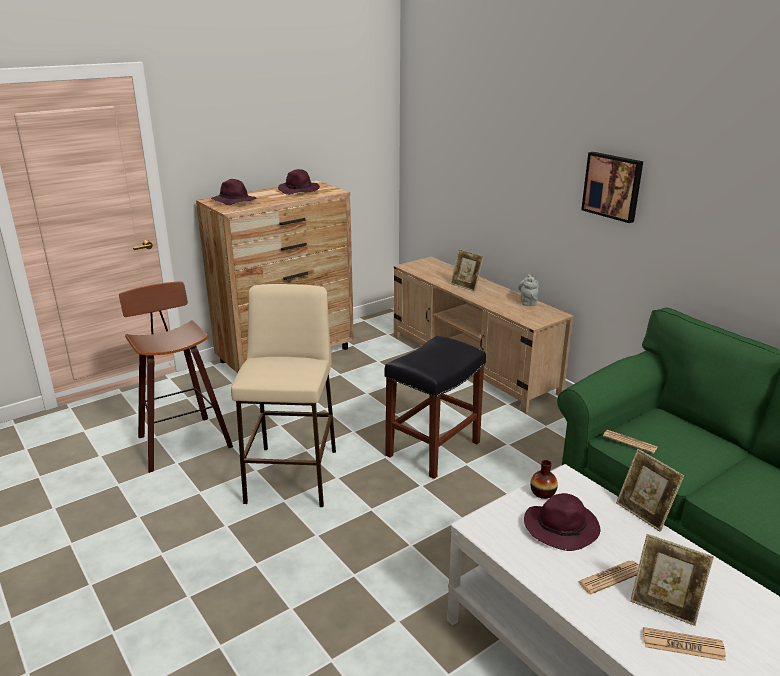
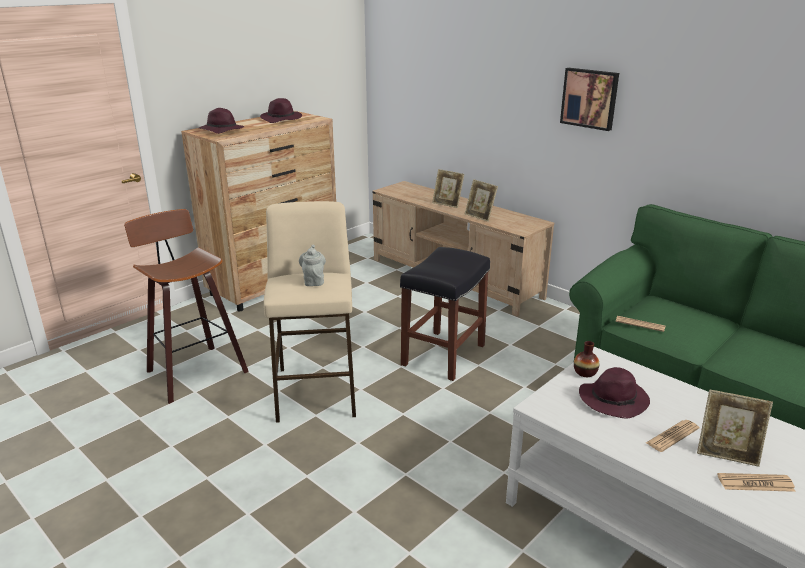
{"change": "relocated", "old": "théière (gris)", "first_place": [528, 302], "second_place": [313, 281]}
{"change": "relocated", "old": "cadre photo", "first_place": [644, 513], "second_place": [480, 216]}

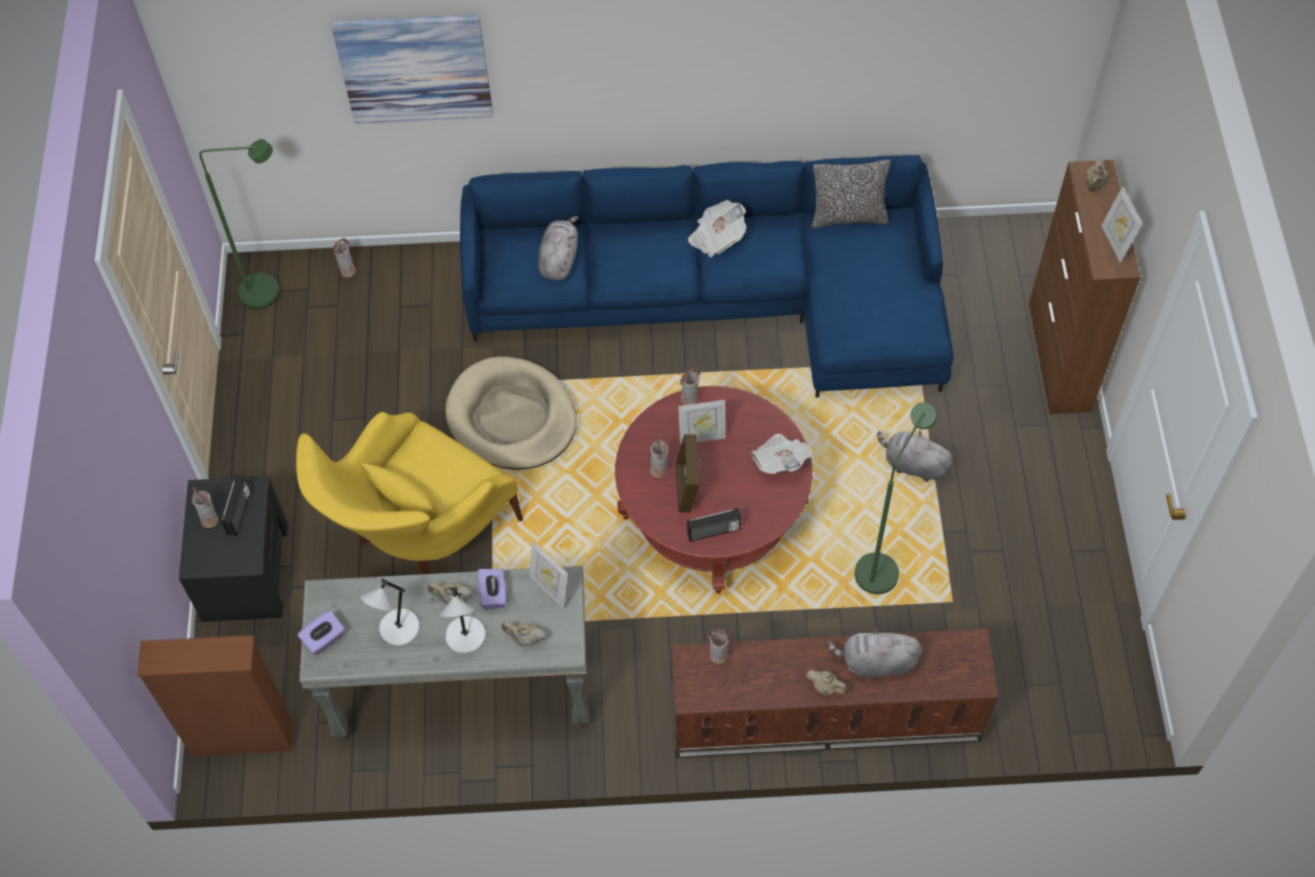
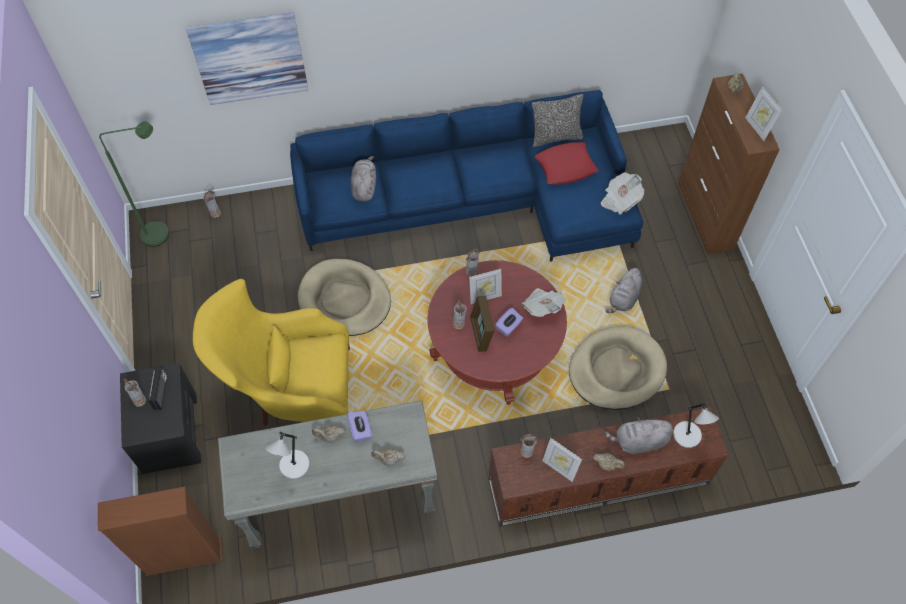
{"change": "spun", "old": "fauteuil (jaune)", "first_place": [419, 540], "second_place": [292, 394], "degrees": 60}
{"change": "relocated", "old": "boîte à mouchoirs (violet)", "first_place": [324, 639], "second_place": [508, 327]}
{"change": "appeared", "new": "coussin (rouge)", "second_place": [566, 167]}
{"change": "relocated", "old": "cadre photo", "first_place": [550, 589], "second_place": [559, 468]}
{"change": "exchanged", "old": "lampadaire (vert)", "new": "panier pour chien (beige)", "first_place": [881, 565], "second_place": [616, 370]}
{"change": "relocated", "old": "journal", "first_place": [717, 237], "second_place": [620, 200]}
{"change": "spun", "old": "peluche (gris)", "first_place": [913, 465], "second_place": [624, 299], "degrees": -75}
{"change": "relocated", "old": "lampe de table (gris)", "first_place": [466, 638], "second_place": [688, 436]}
{"change": "missing", "old": "radio", "first_place": [714, 532]}

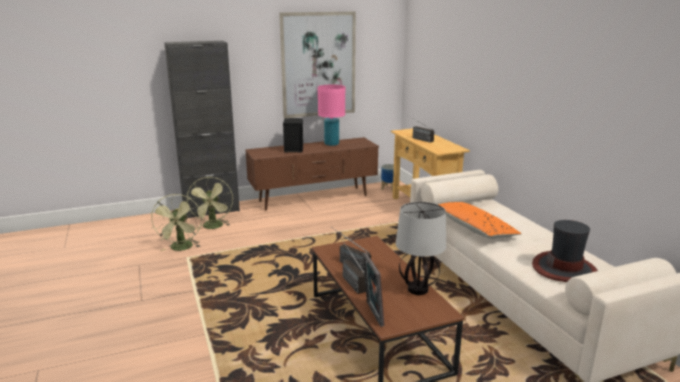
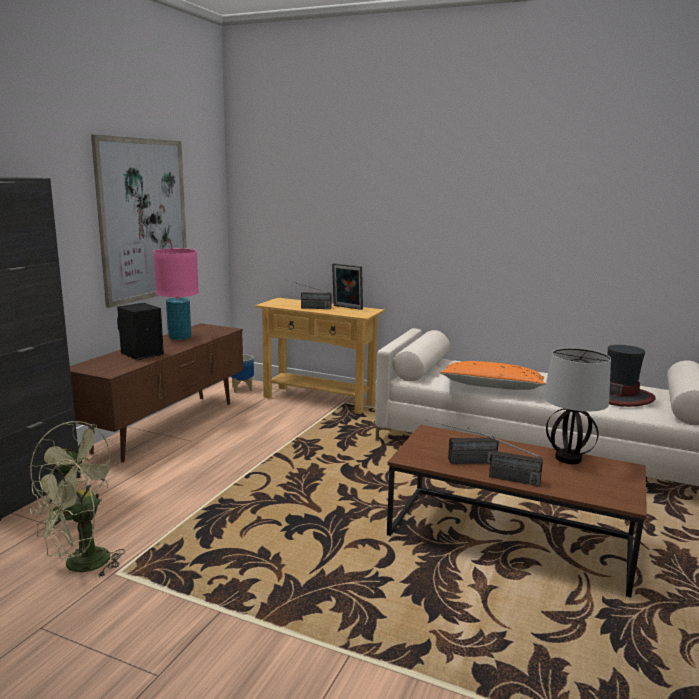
{"change": "spun", "old": "ventilateur (vert)", "first_place": [181, 248], "second_place": [79, 566], "degrees": 90}
{"change": "relocated", "old": "cadre photo", "first_place": [372, 314], "second_place": [347, 307]}

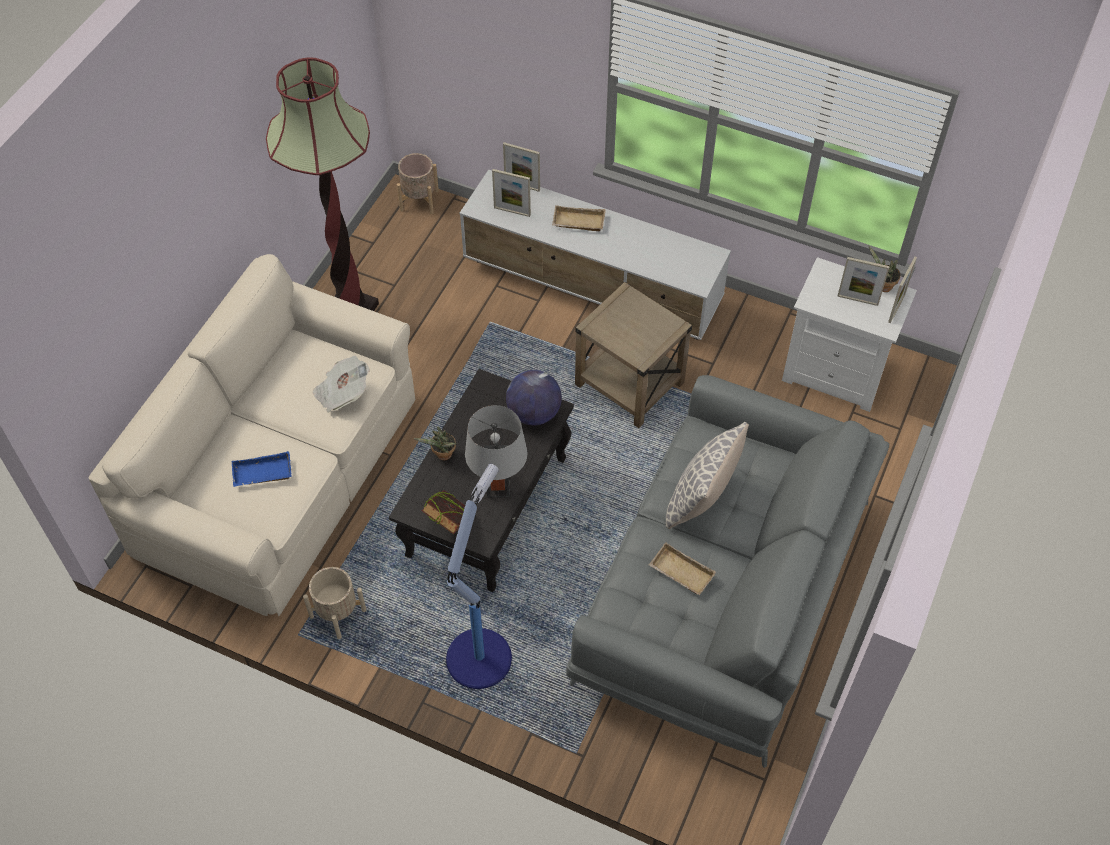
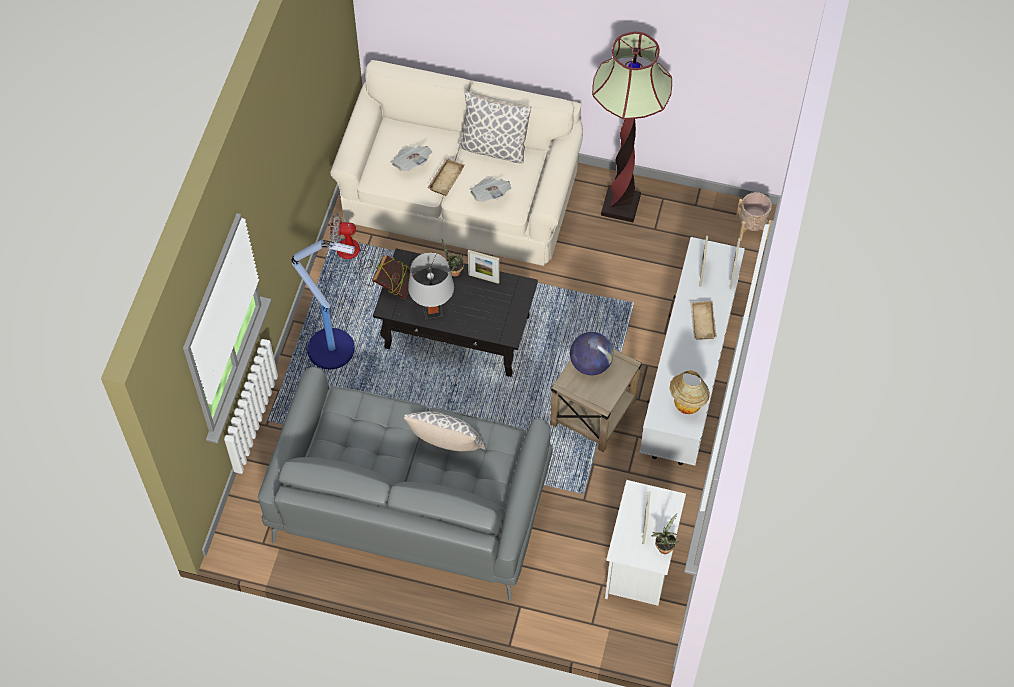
{"change": "exchanged", "old": "cache-pot (beige)", "new": "ventilateur", "first_place": [337, 613], "second_place": [353, 256]}
{"change": "exchanged", "old": "plateau (bleu)", "new": "journal", "first_place": [262, 474], "second_place": [411, 163]}
{"change": "relocated", "old": "plateau (beige)", "first_place": [680, 573], "second_place": [445, 178]}
{"change": "appeared", "new": "coussin", "second_place": [494, 147]}
{"change": "relocated", "old": "cadre photo", "first_place": [896, 308], "second_place": [484, 278]}
{"change": "relocated", "old": "globe", "first_place": [534, 413], "second_place": [590, 364]}
{"change": "appeared", "new": "lampe de table", "second_place": [686, 405]}

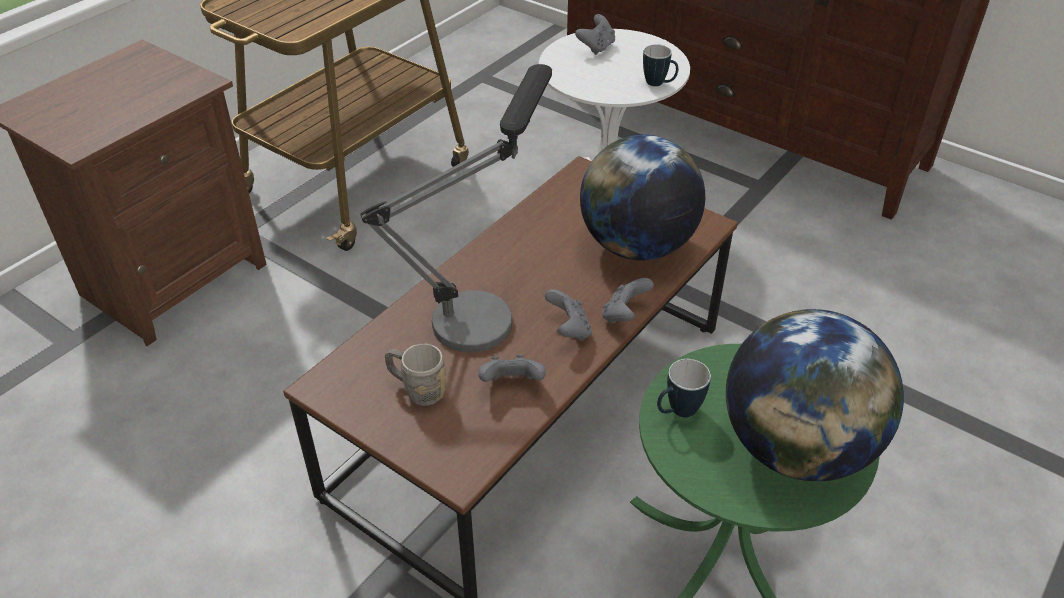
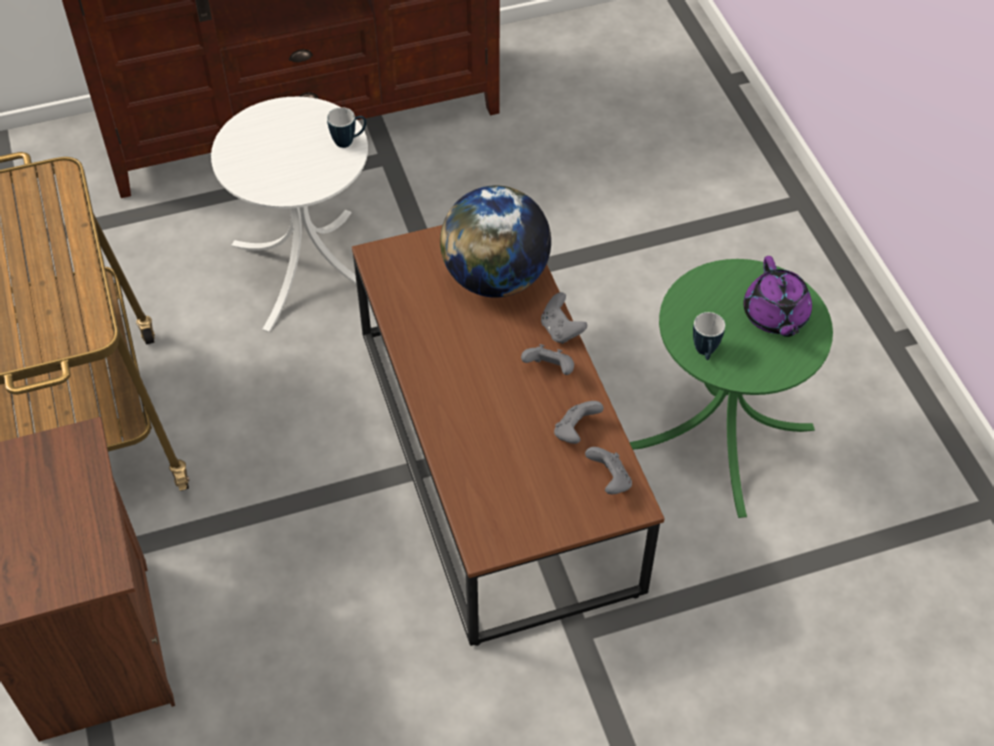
{"change": "relocated", "old": "manette (gris)", "first_place": [596, 48], "second_place": [609, 481]}
{"change": "exchanged", "old": "globe", "new": "théière (violet)", "first_place": [796, 448], "second_place": [775, 316]}
{"change": "missing", "old": "lampe de table", "first_place": [484, 308]}
{"change": "missing", "old": "mug (gris)", "first_place": [417, 390]}

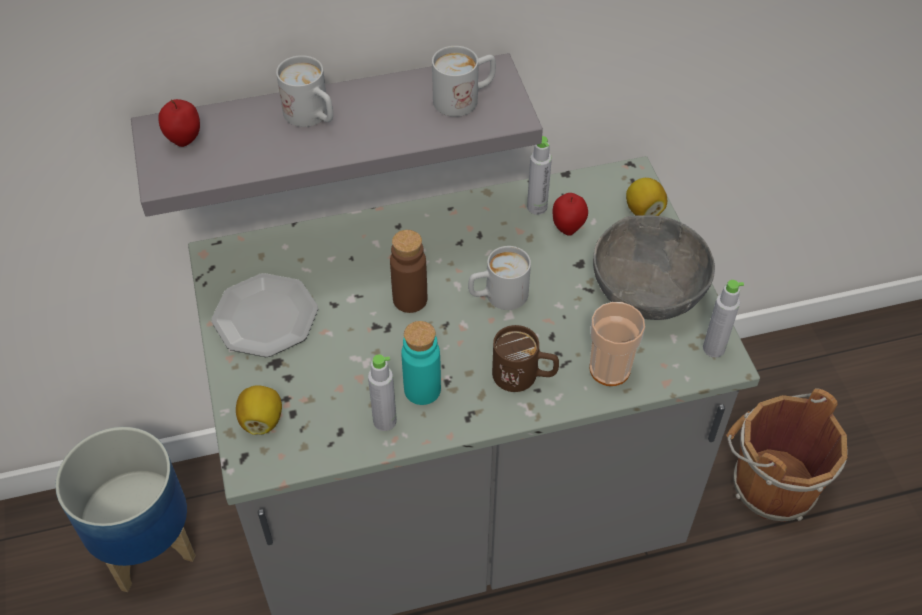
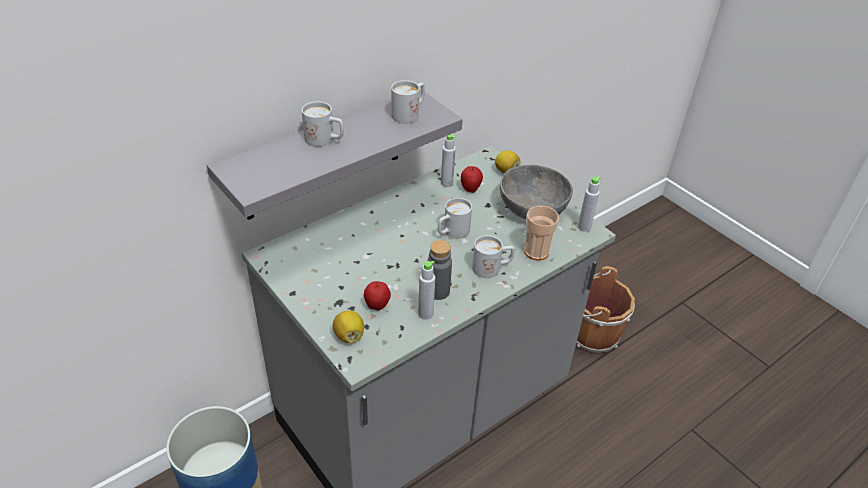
{"change": "relocated", "old": "pomme", "first_place": [184, 141], "second_place": [377, 306]}
{"change": "colour", "old": "bouteille (turquoise)", "new": "bouteille (gris)", "first_place": [422, 389], "second_place": [438, 291]}
{"change": "colour", "old": "mug (marron)", "new": "mug (blanc)", "first_place": [524, 376], "second_place": [492, 268]}
{"change": "missing", "old": "assiette", "first_place": [266, 318]}
{"change": "missing", "old": "bouteille (marron)", "first_place": [410, 299]}

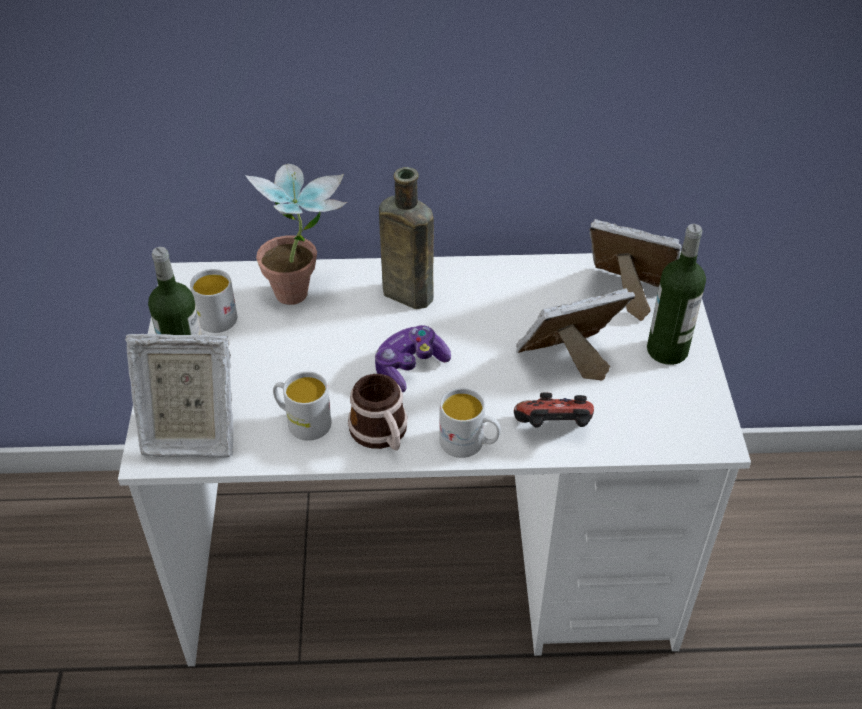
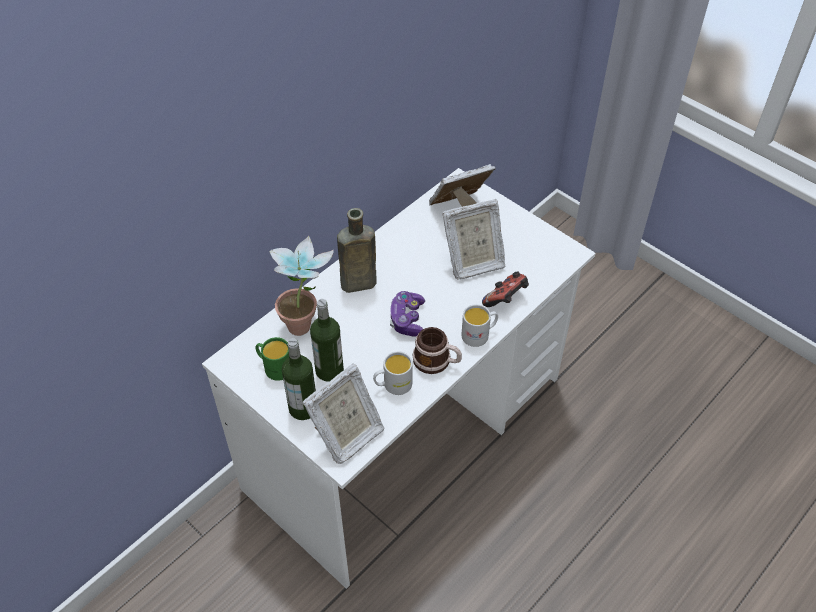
{"change": "colour", "old": "mug (blanc)", "new": "mug (vert)", "first_place": [216, 314], "second_place": [274, 367]}
{"change": "relocated", "old": "bouteille", "first_place": [667, 350], "second_place": [329, 370]}
{"change": "spun", "old": "cadre photo", "first_place": [567, 361], "second_place": [472, 262], "degrees": -135}

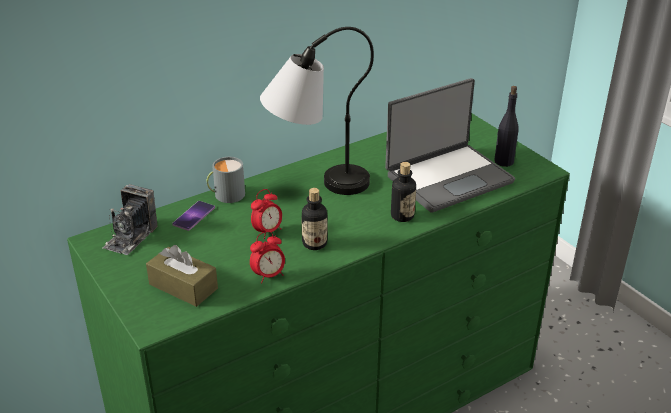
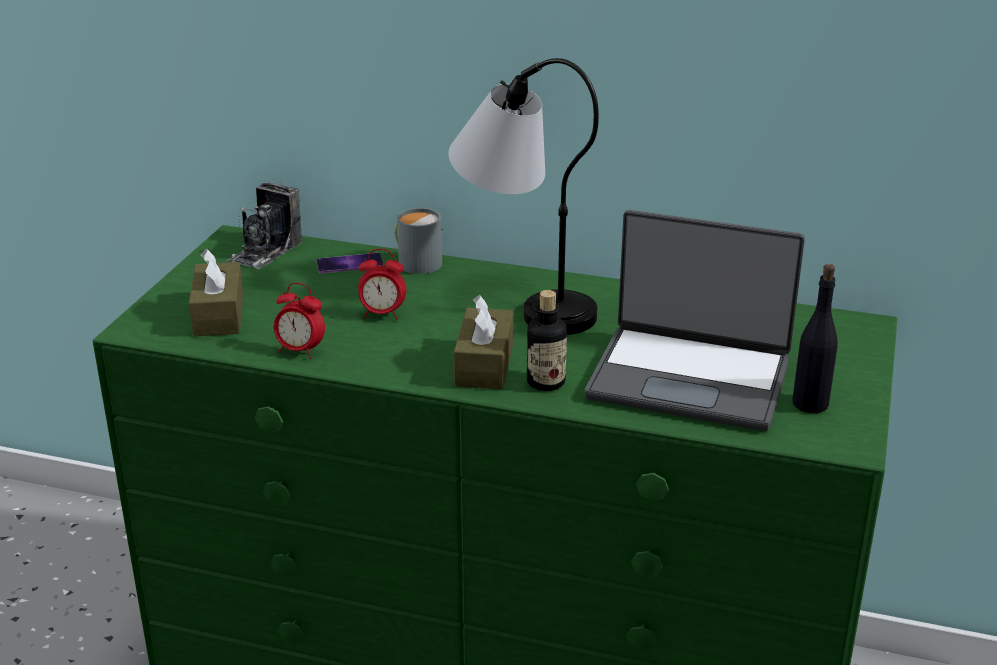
{"change": "spun", "old": "appareil photo", "first_place": [131, 237], "second_place": [266, 251], "degrees": -45}
{"change": "appeared", "new": "boîte à mouchoirs (marron)", "second_place": [484, 364]}
{"change": "missing", "old": "bouteille", "first_place": [314, 243]}

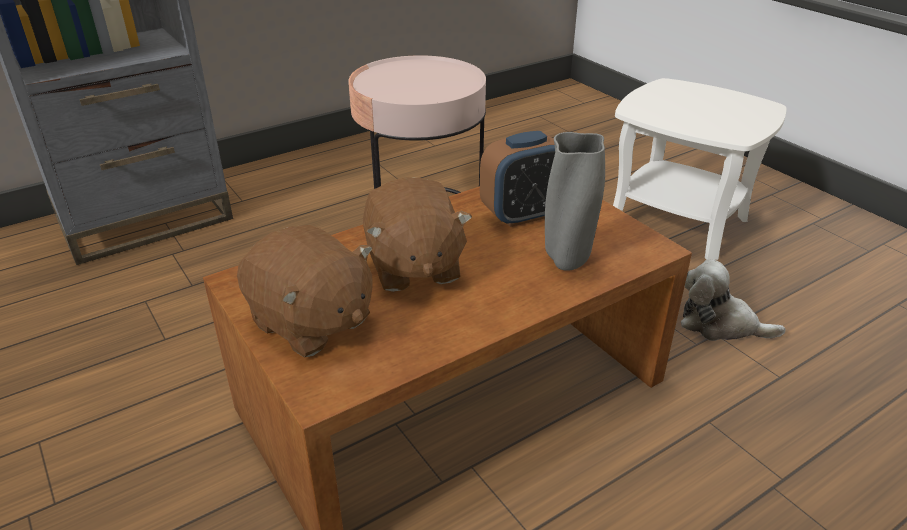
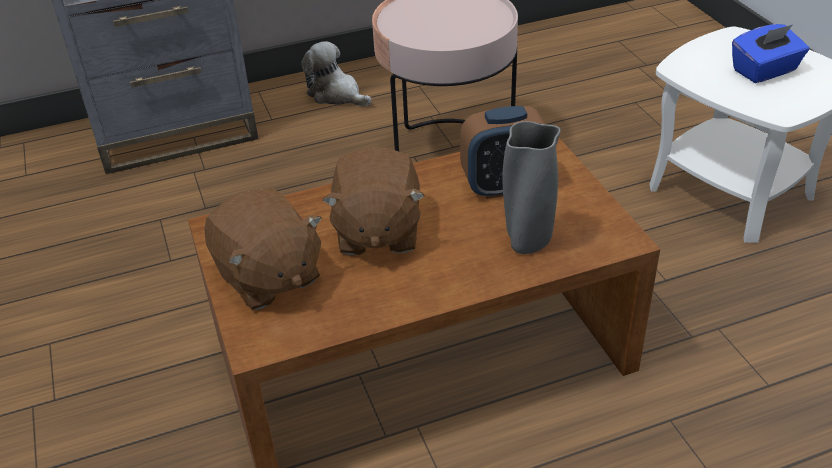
{"change": "relocated", "old": "peluche", "first_place": [719, 324], "second_place": [336, 95]}
{"change": "appeared", "new": "boîte à mouchoirs (bleu)", "second_place": [765, 71]}

